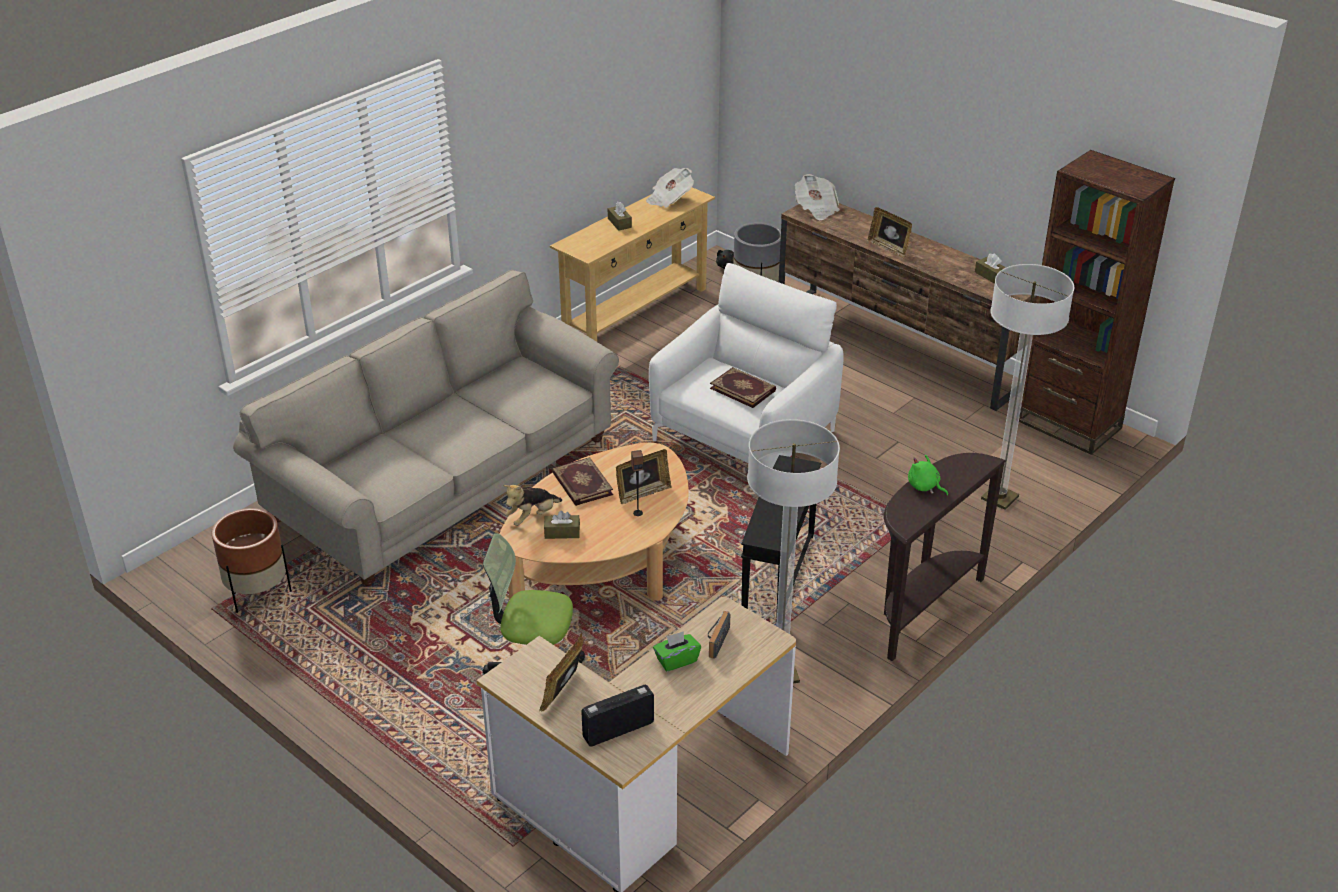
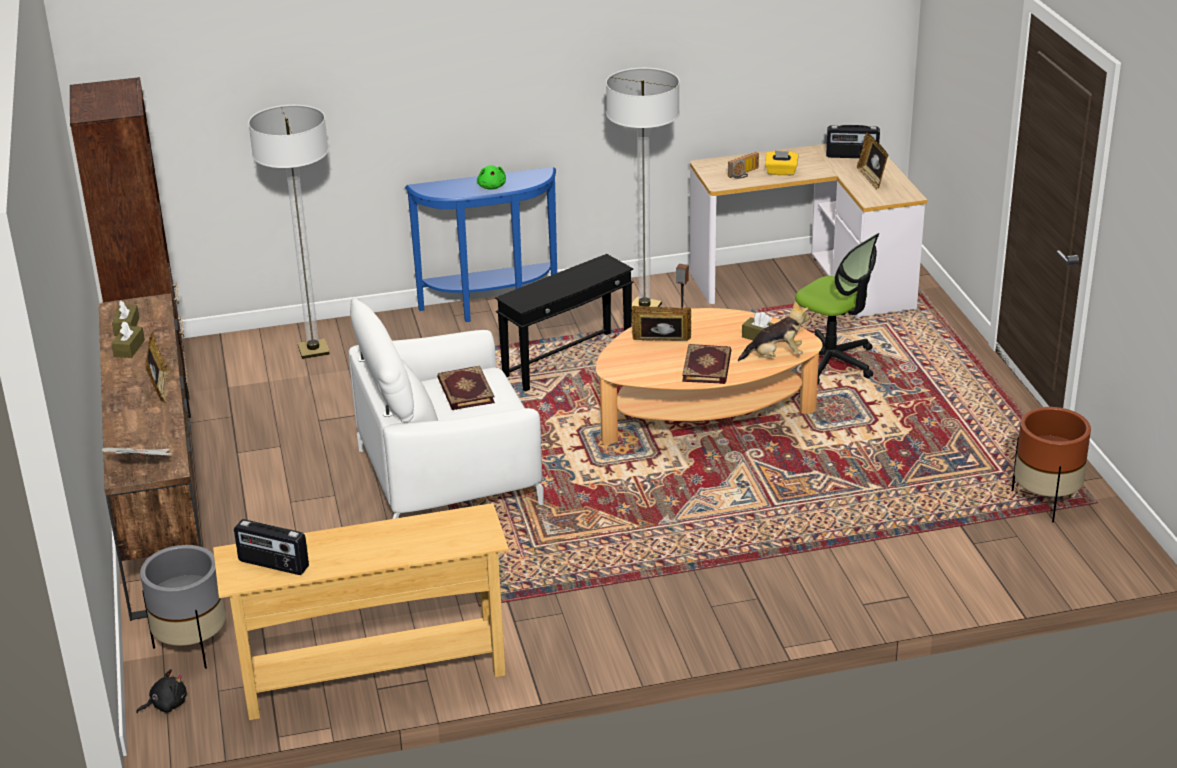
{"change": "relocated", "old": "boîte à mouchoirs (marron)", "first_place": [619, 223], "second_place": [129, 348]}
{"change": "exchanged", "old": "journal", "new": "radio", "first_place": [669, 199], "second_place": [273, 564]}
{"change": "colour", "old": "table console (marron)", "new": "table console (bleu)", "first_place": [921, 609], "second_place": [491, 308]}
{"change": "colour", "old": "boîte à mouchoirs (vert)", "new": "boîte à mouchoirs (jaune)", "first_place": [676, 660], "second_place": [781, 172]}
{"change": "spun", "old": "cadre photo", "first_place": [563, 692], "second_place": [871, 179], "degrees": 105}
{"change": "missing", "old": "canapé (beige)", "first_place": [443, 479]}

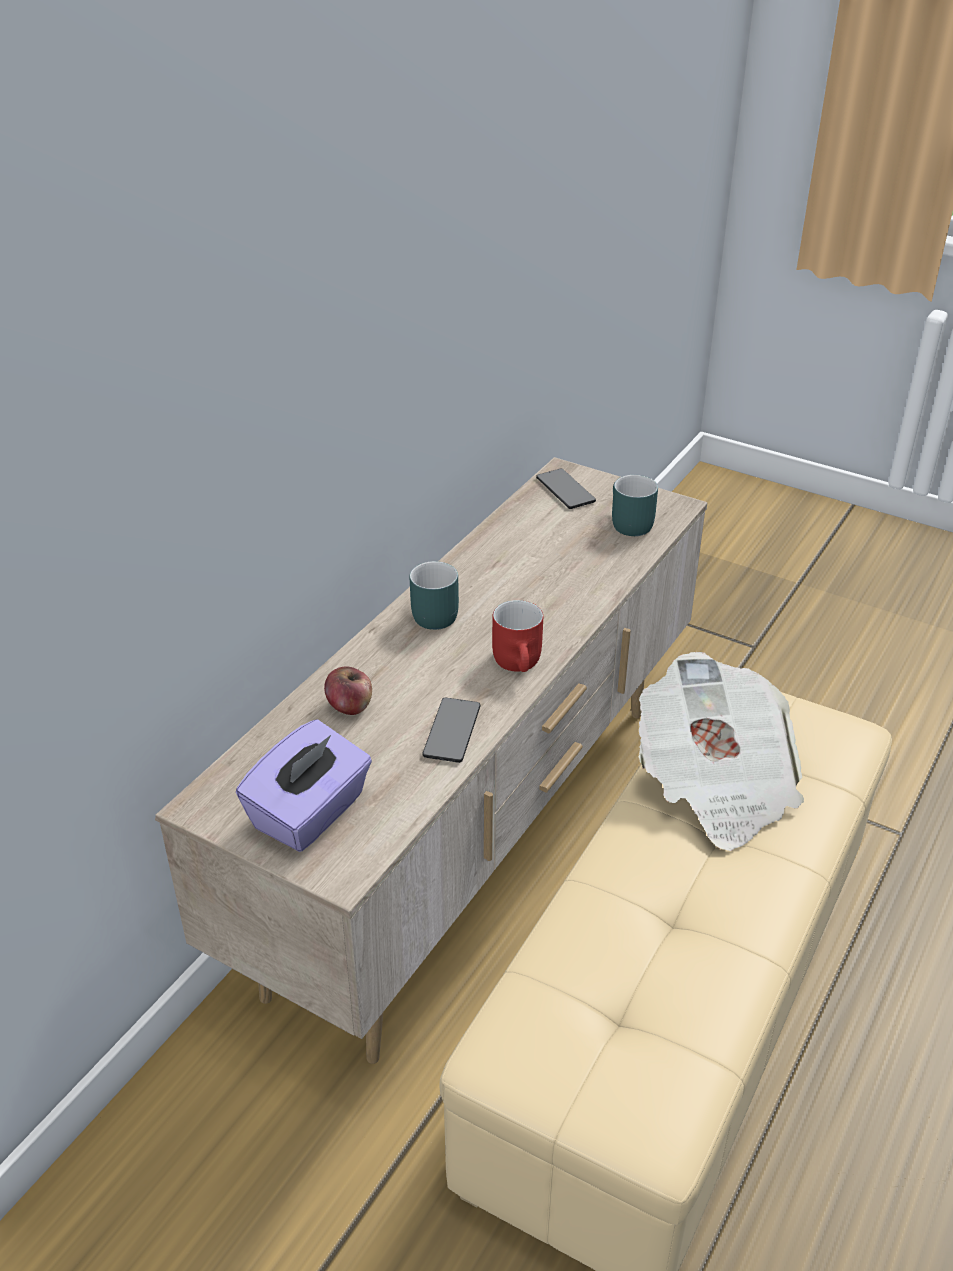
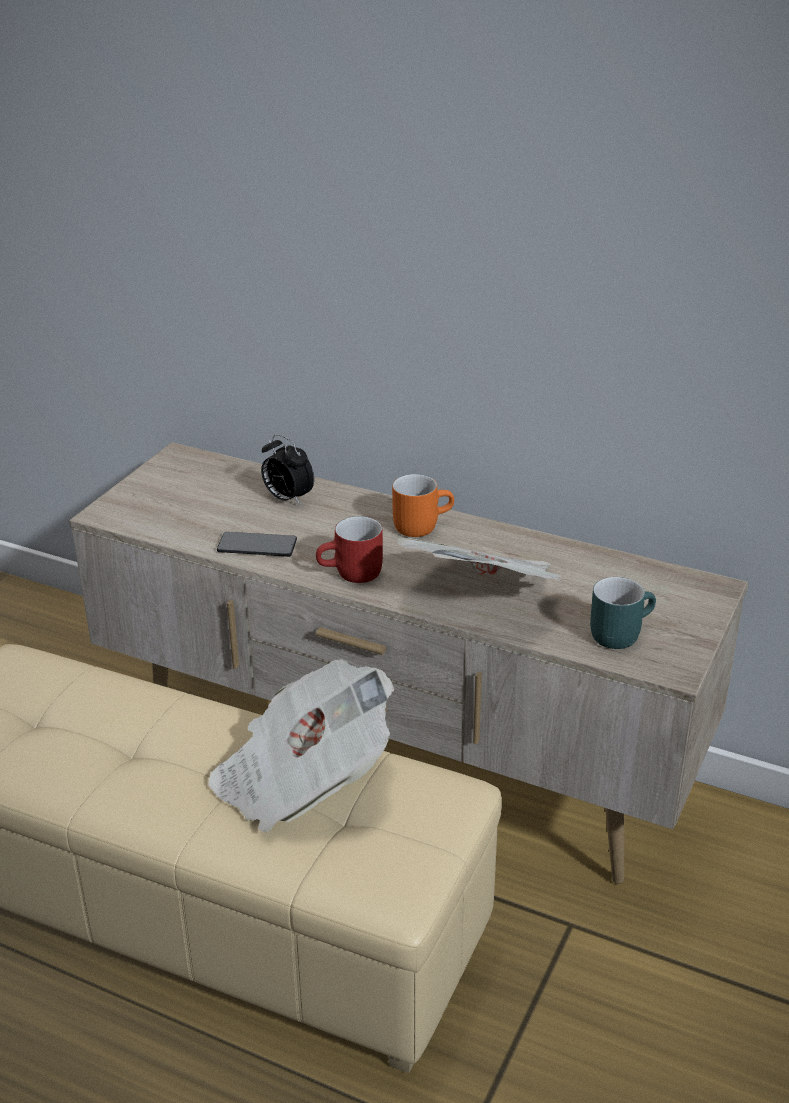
{"change": "exchanged", "old": "pomme", "new": "réveil", "first_place": [350, 706], "second_place": [287, 499]}
{"change": "colour", "old": "mug (turquoise)", "new": "mug (orange)", "first_place": [430, 613], "second_place": [420, 524]}
{"change": "appeared", "new": "journal", "second_place": [486, 596]}
{"change": "missing", "old": "boîte à mouchoirs (violet)", "first_place": [310, 813]}
{"change": "missing", "old": "téléphone", "first_place": [565, 490]}

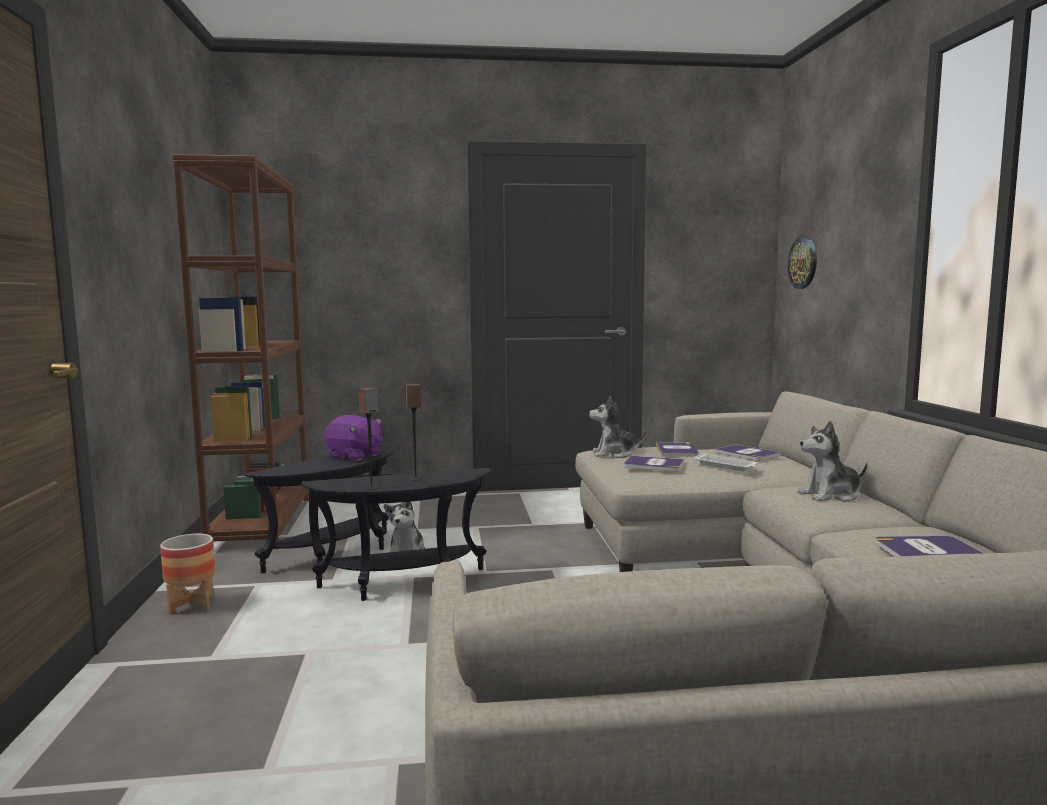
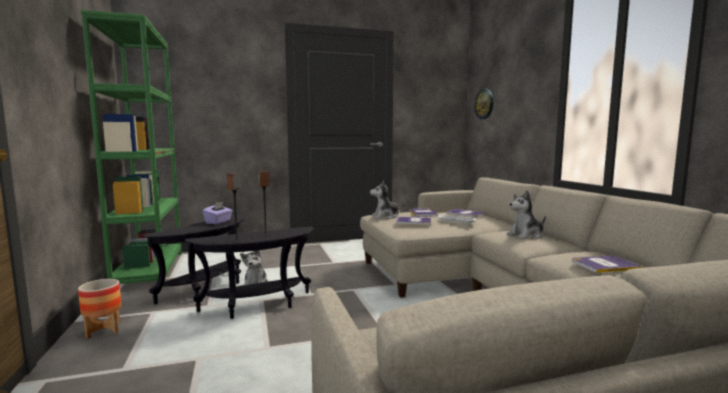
{"change": "colour", "old": "bibliothèque (marron)", "new": "bibliothèque (vert)", "first_place": [262, 523], "second_place": [150, 270]}
{"change": "exchanged", "old": "peluche (violet)", "new": "boîte à mouchoirs (violet)", "first_place": [354, 456], "second_place": [218, 222]}

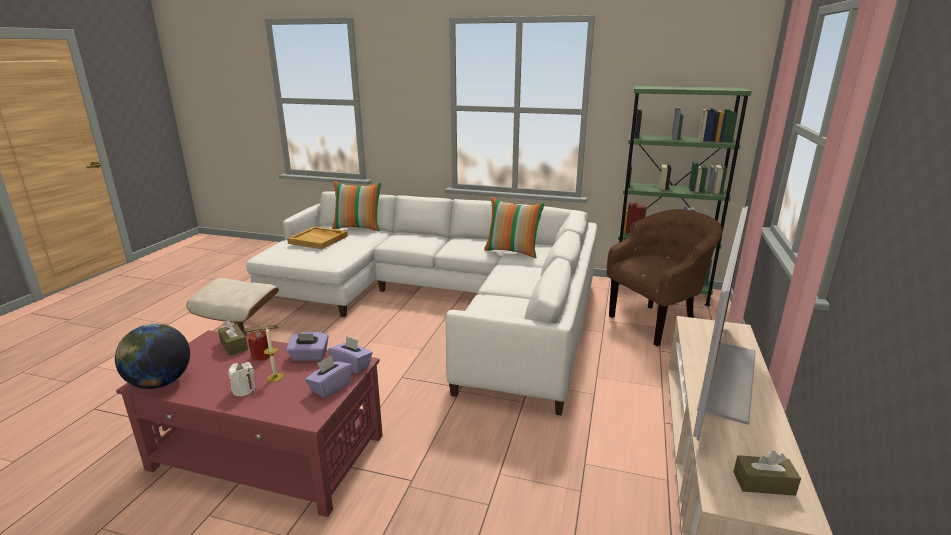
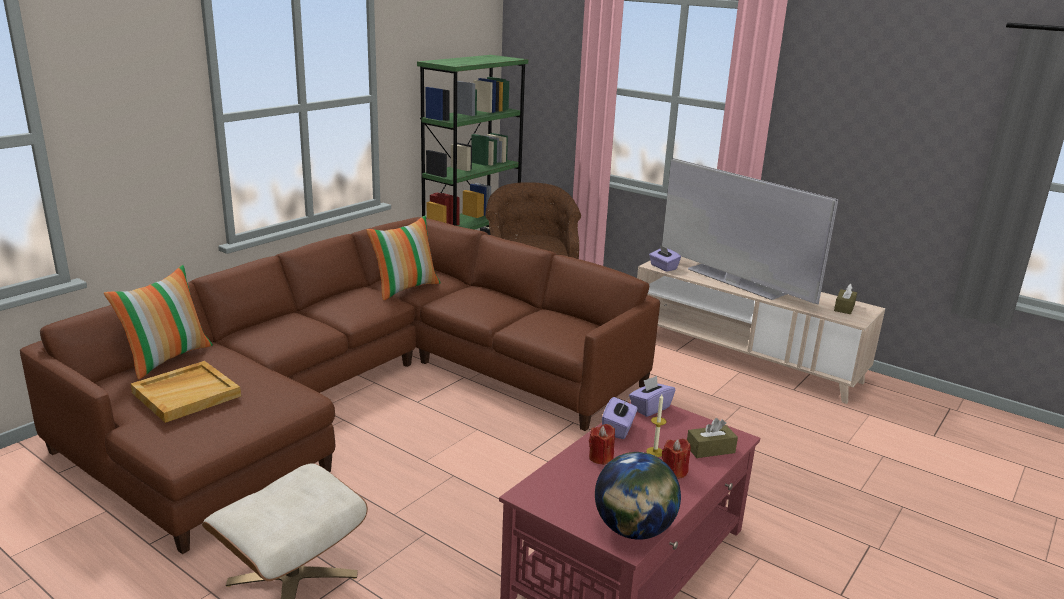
{"change": "colour", "old": "canapé (blanc)", "new": "canapé (marron)", "first_place": [442, 301], "second_place": [363, 392]}
{"change": "relocated", "old": "boîte à mouchoirs (violet)", "first_place": [330, 387], "second_place": [663, 267]}
{"change": "colour", "old": "bougie (blanc)", "new": "bougie (rouge)", "first_place": [244, 390], "second_place": [674, 472]}
{"change": "relocated", "old": "boîte à mouchoirs (marron)", "first_place": [234, 345], "second_place": [710, 449]}

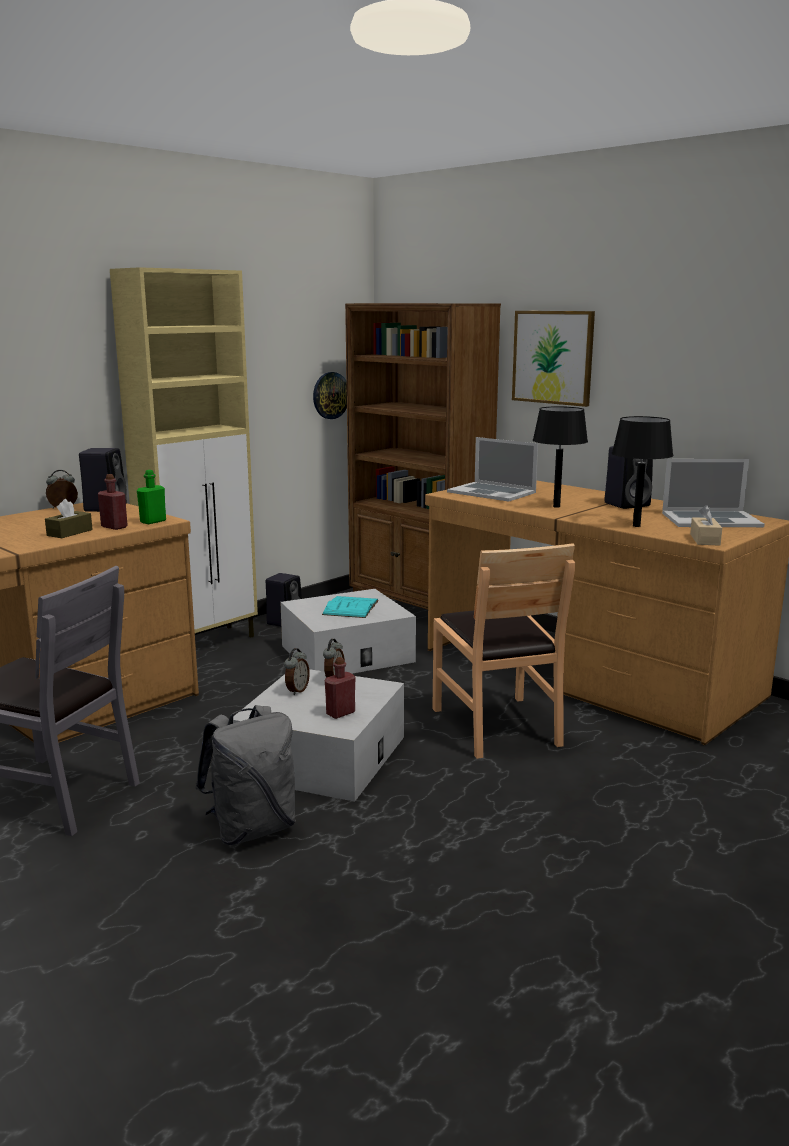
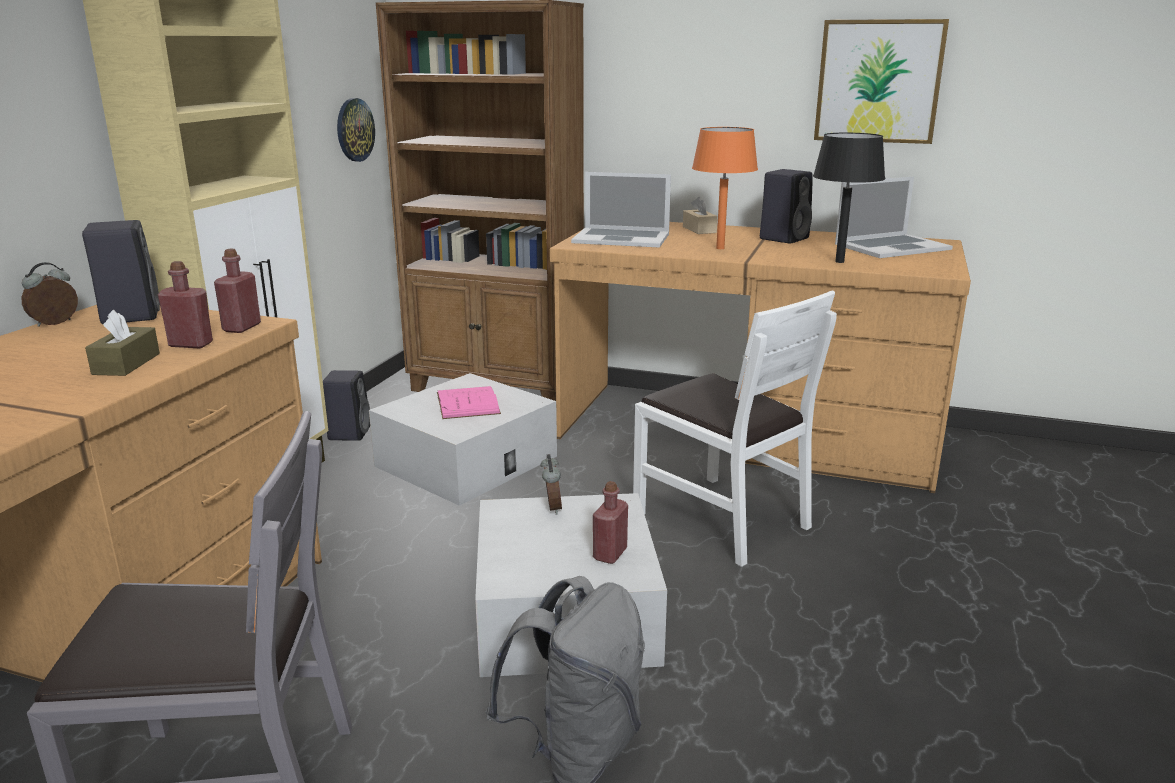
{"change": "colour", "old": "bouteille (vert)", "new": "bouteille (rouge)", "first_place": [153, 521], "second_place": [242, 327]}
{"change": "colour", "old": "livre (turquoise)", "new": "livre (rose)", "first_place": [350, 607], "second_place": [467, 403]}
{"change": "colour", "old": "chaise (marron)", "new": "chaise (blanc)", "first_place": [497, 726], "second_place": [722, 519]}
{"change": "relocated", "old": "boîte à mouchoirs (beige)", "first_place": [705, 540], "second_place": [699, 229]}
{"change": "colour", "old": "lampe de table (noir)", "new": "lampe de table (orange)", "first_place": [556, 506], "second_place": [720, 248]}
{"change": "relocated", "old": "tableau", "first_place": [553, 357], "second_place": [878, 81]}
{"change": "missing", "old": "réveil", "first_place": [296, 690]}

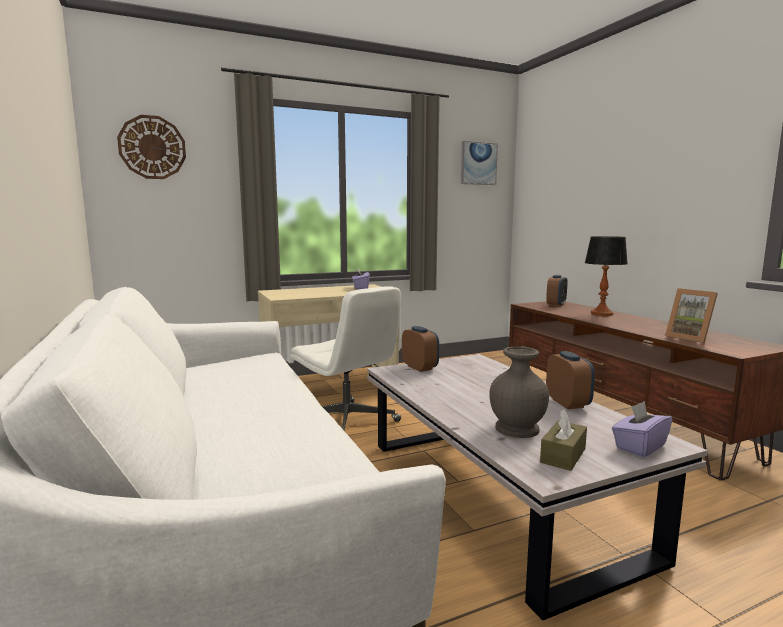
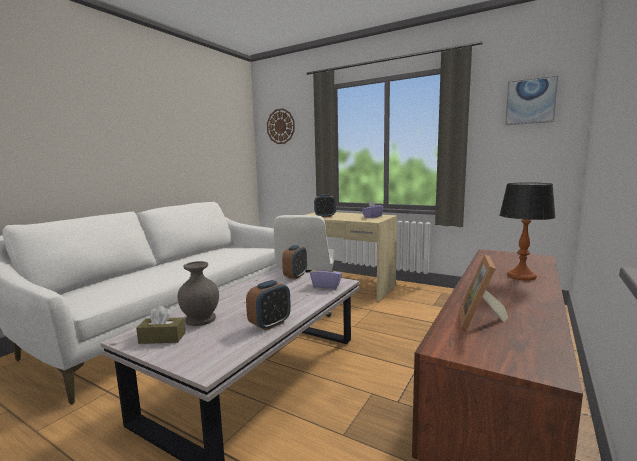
{"change": "relocated", "old": "boîte à mouchoirs (violet)", "first_place": [639, 446], "second_place": [326, 286]}
{"change": "relocated", "old": "réveil", "first_place": [556, 305], "second_place": [325, 216]}

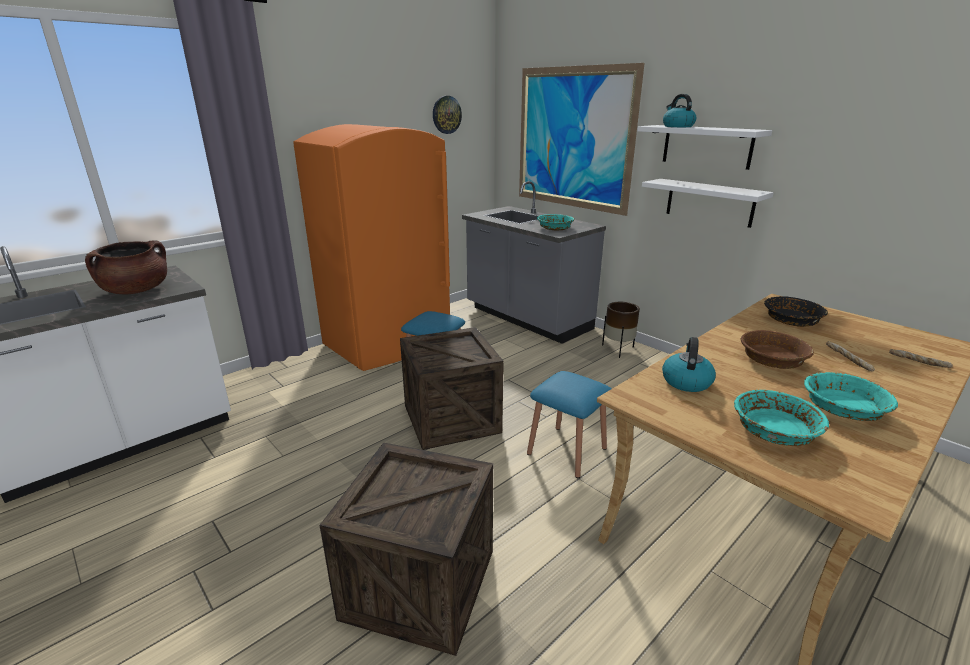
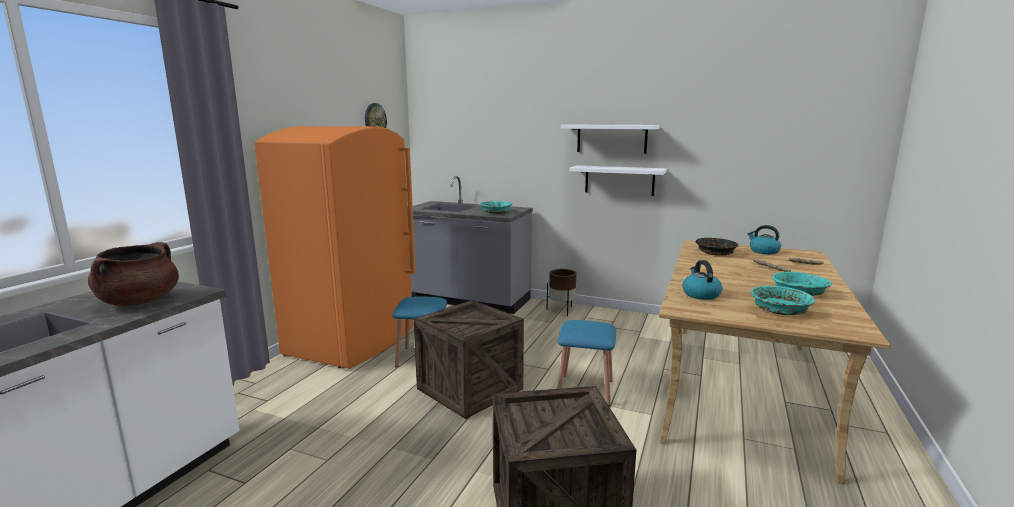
{"change": "relocated", "old": "bouilloire", "first_place": [677, 126], "second_place": [763, 251]}
{"change": "missing", "old": "tableau", "first_place": [573, 139]}
{"change": "missing", "old": "bol (marron)", "first_place": [772, 360]}

